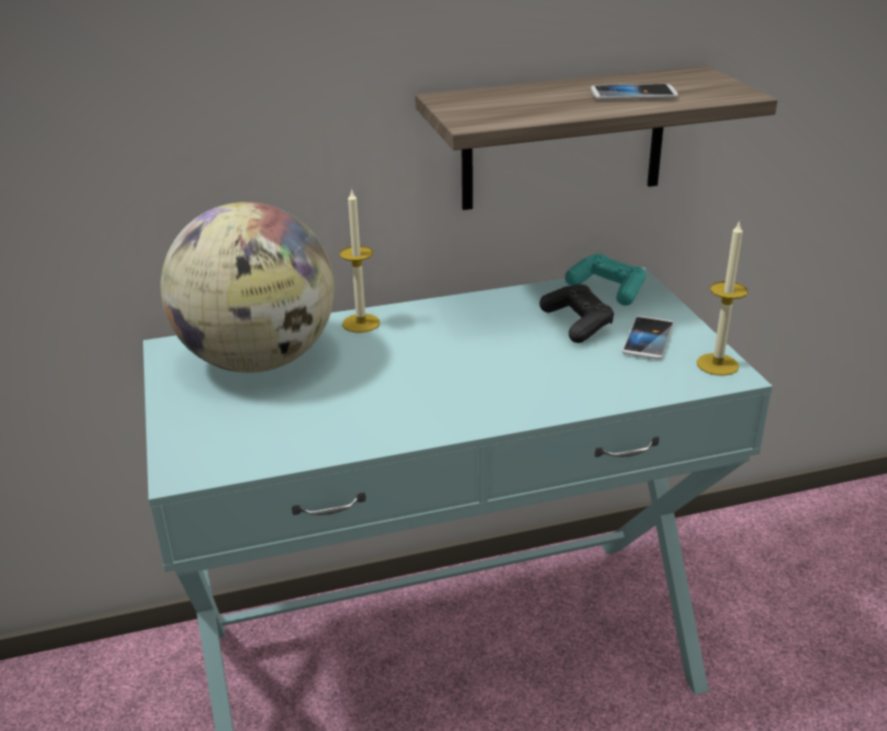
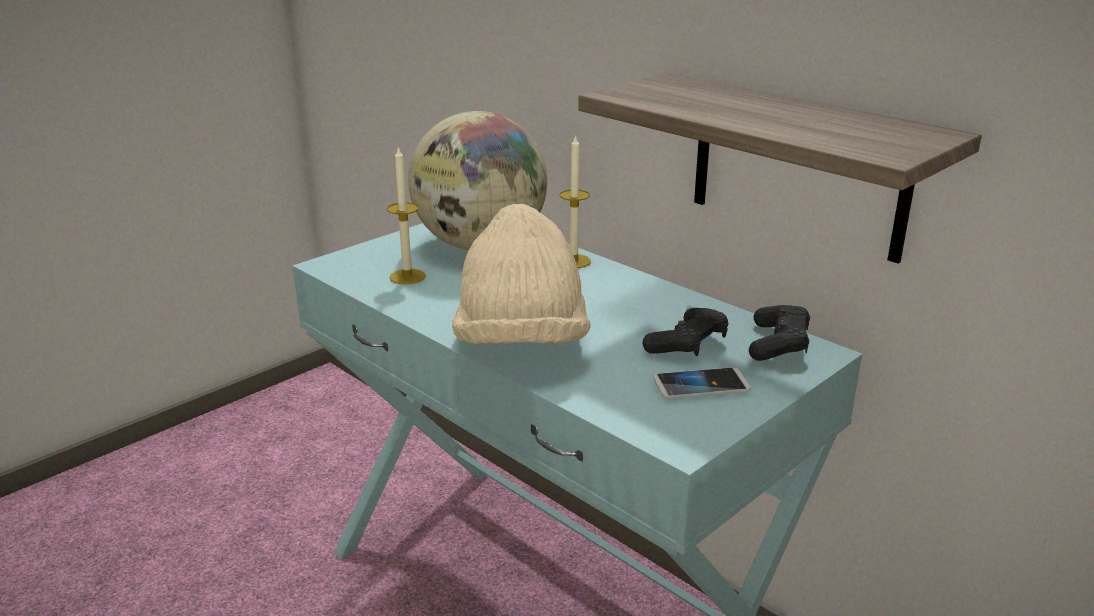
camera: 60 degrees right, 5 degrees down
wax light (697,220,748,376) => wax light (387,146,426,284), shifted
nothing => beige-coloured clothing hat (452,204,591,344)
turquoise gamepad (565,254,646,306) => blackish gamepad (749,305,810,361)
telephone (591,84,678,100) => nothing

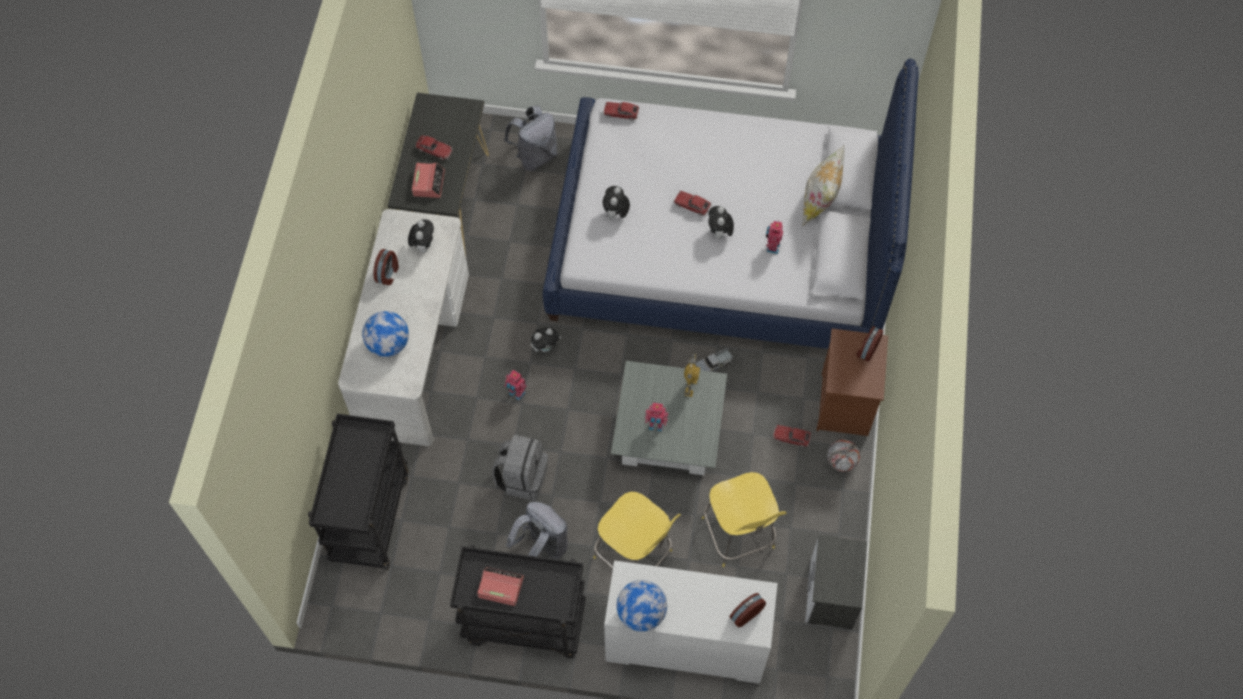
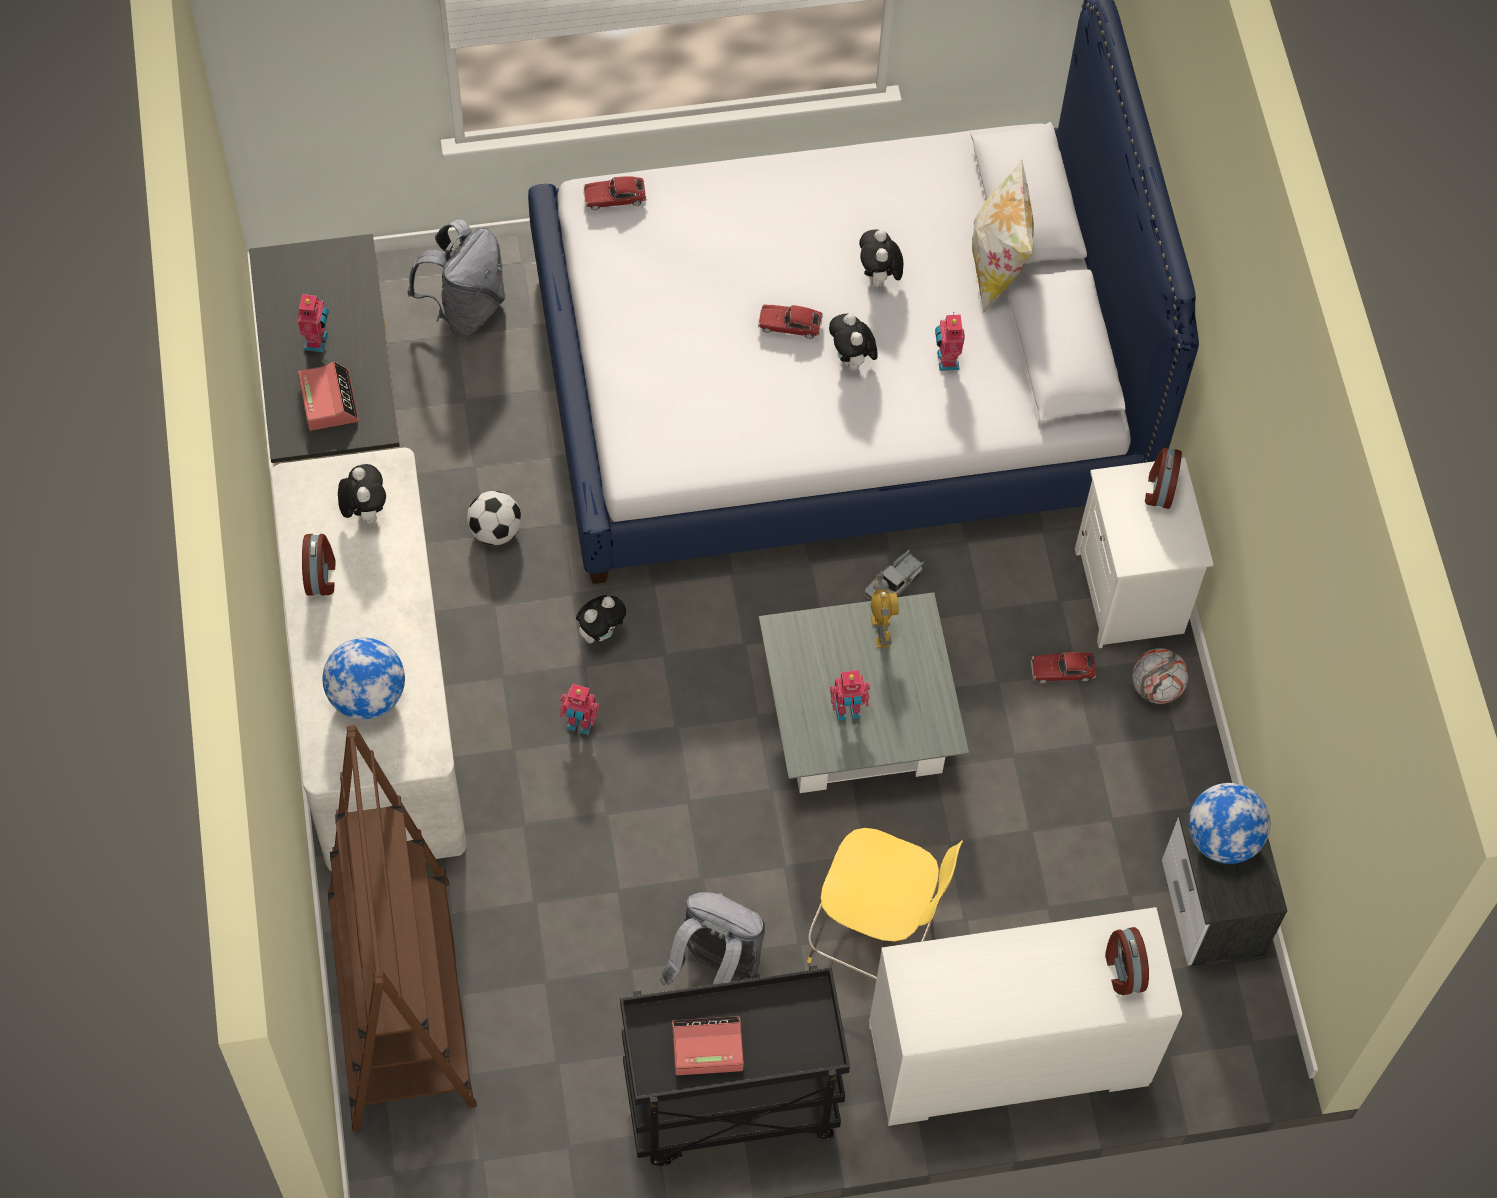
camera: 20 degrees left, 0 degrees up
model car (415,135,453,160) => robot figure (298,292,329,352)
blackish cart (308,414,409,570) => brownish bookshelf (328,725,477,1131)
nothing => ball for football (467,491,521,545)
cuddly toy (603,186,630,220) => cuddly toy (859,229,904,290), shifted
brownish bedside table (817,328,888,436) => white-coloured bedside table (1075,457,1214,648)
alarm clock (729,593,766,627) => alarm clock (1105,927,1149,995), 45 degrees counterclockwise
world globe (617,580,667,631) => world globe (1189,783,1270,864), shifted
gray backpack (492,434,548,501) => nothing
yellowish sitting stool (702,472,787,567) => nothing

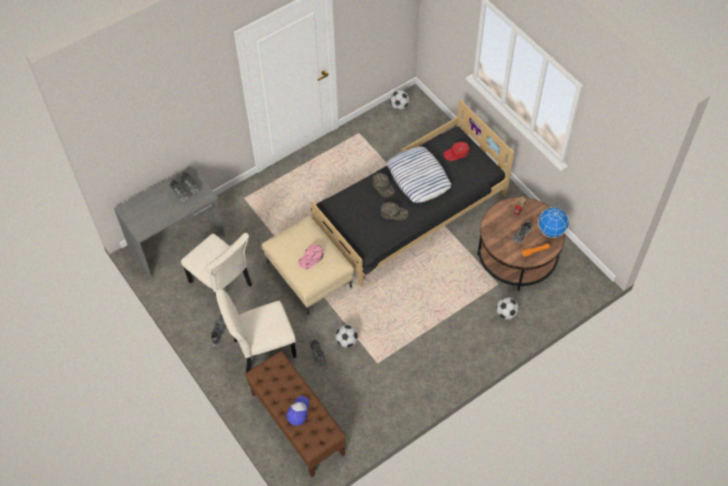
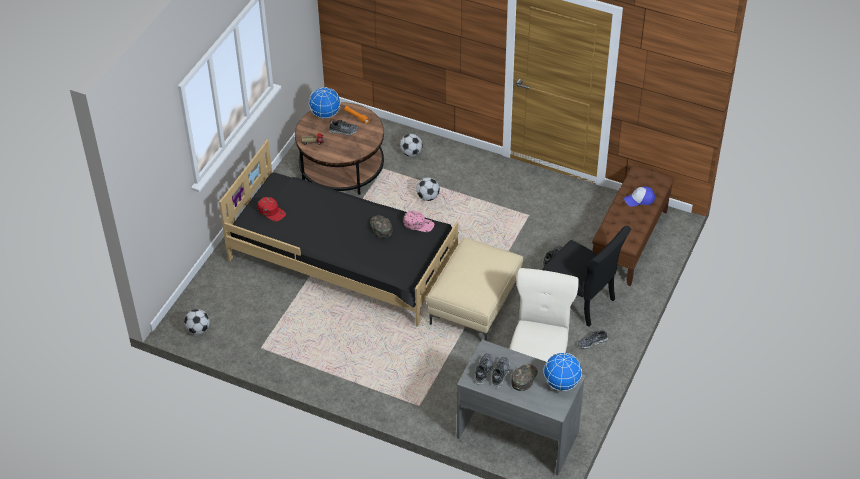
camera: 120 degrees left, 10 degrees down
pinkish peaked cap (298,244,324,269) => pinkish peaked cap (403,211,434,232), shifted
ball for football (336,325,358,348) => ball for football (416,177,440,201), shifted
green peaked cap (372,173,395,197) => green peaked cap (511,364,538,391), shifted
beige-coloured upright chair (216,289,296,373) => blackish upright chair (542,226,631,327)
nothing => world globe (543,352,582,391)
throw pillow (387,147,451,203) => nothing

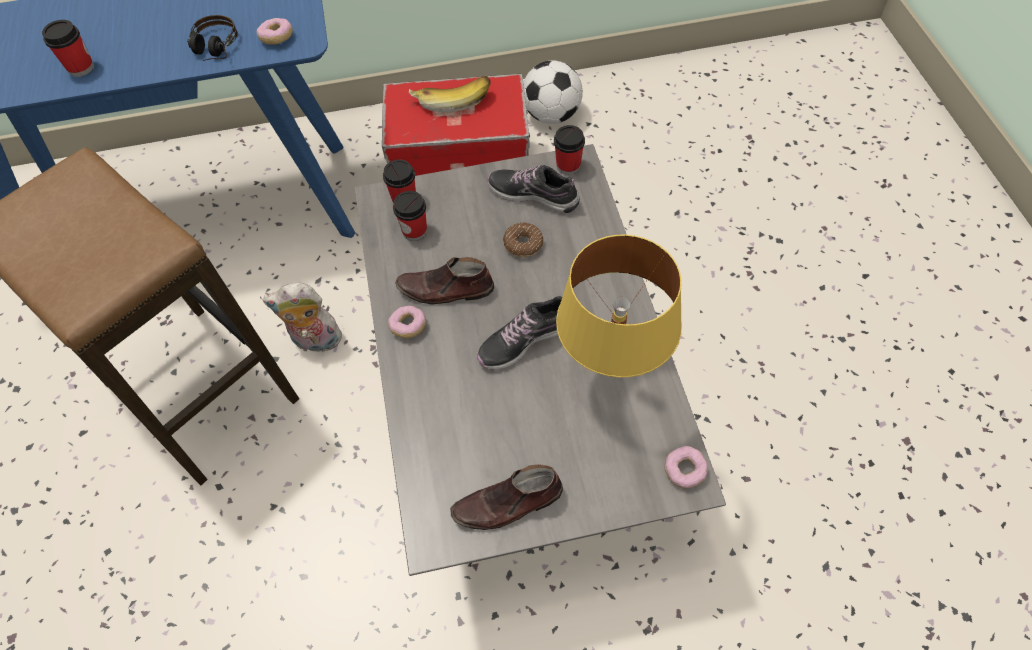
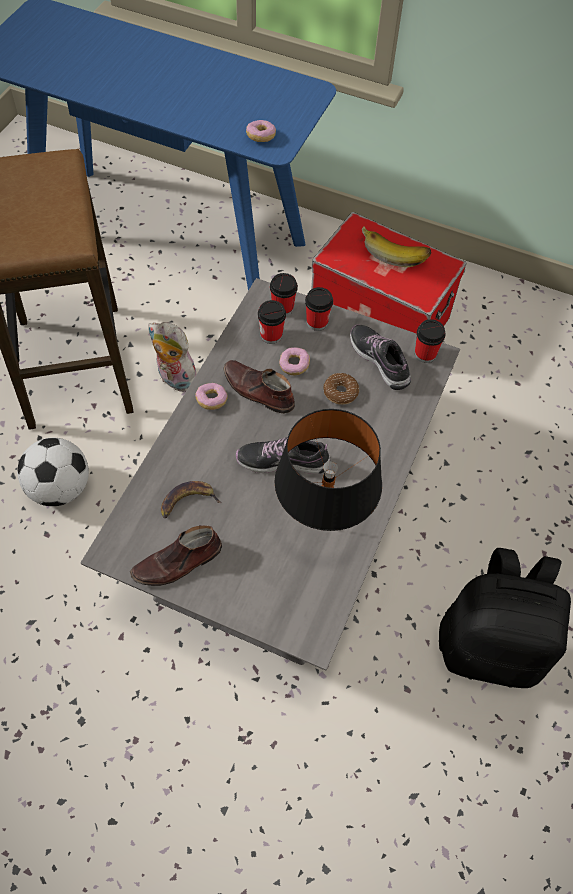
camera: 30 degrees right, 0 degrees up
ball for football (523,60,583,124) => ball for football (17,438,89,506), shifted
brownish low shoe (450,464,563,530) => brownish low shoe (130,525,222,586), 45 degrees counterclockwise
nothing => whole banana (161,481,221,518)
yellowish table lamp (556,234,682,377) => blackish table lamp (274,409,382,531)
donut (664,446,708,489) => donut (279,347,310,375), shifted
drinking cup (42,20,94,77) => drinking cup (305,287,333,331), shifted
nothing => blackish backpack (439,548,571,688)
headphones (187,15,238,61) => nothing

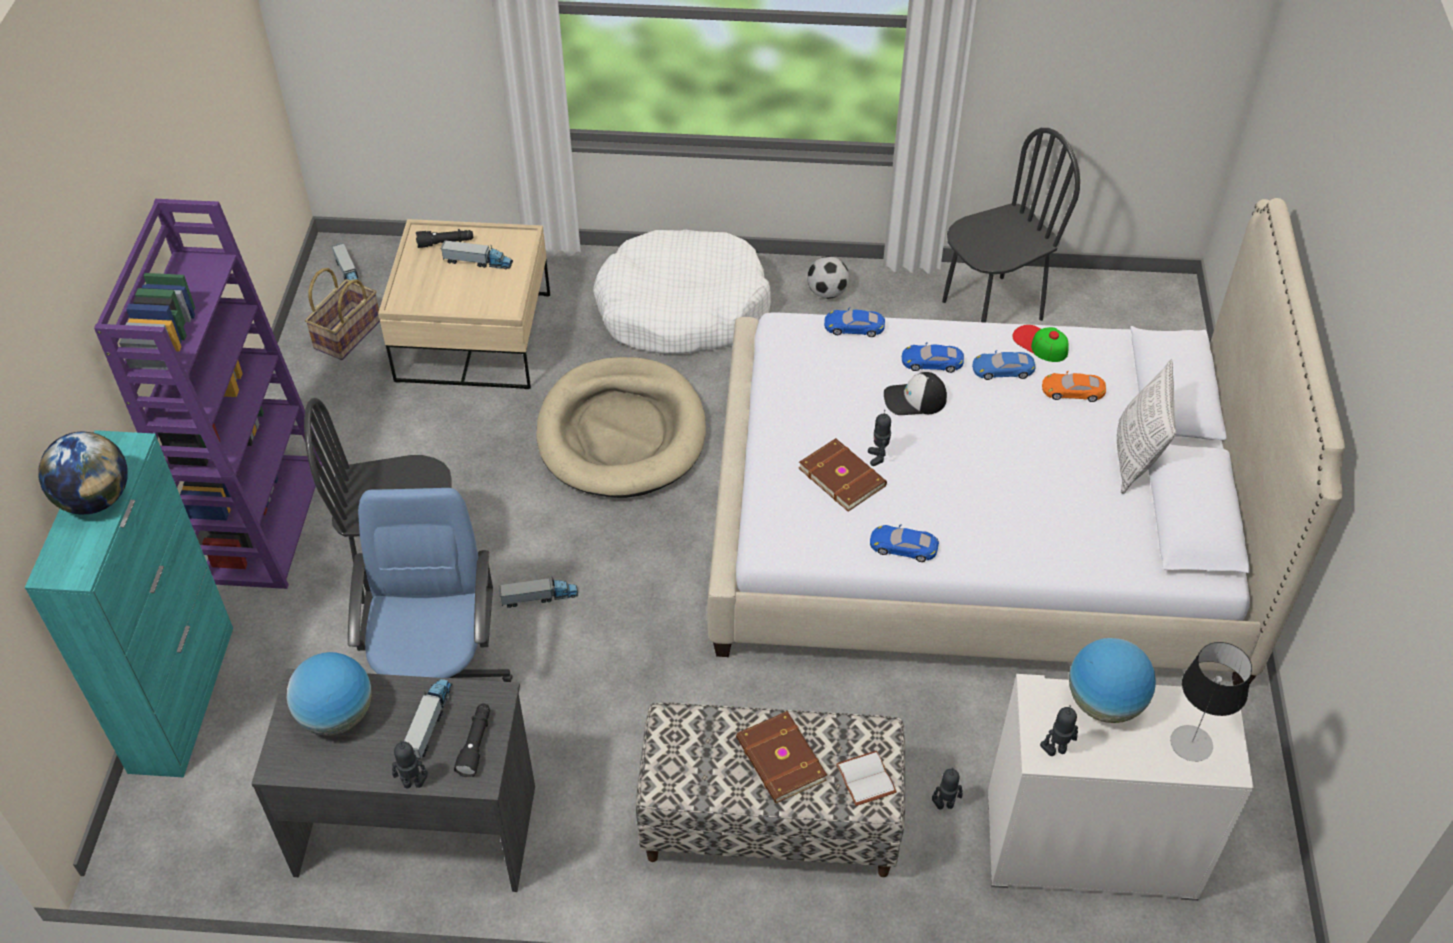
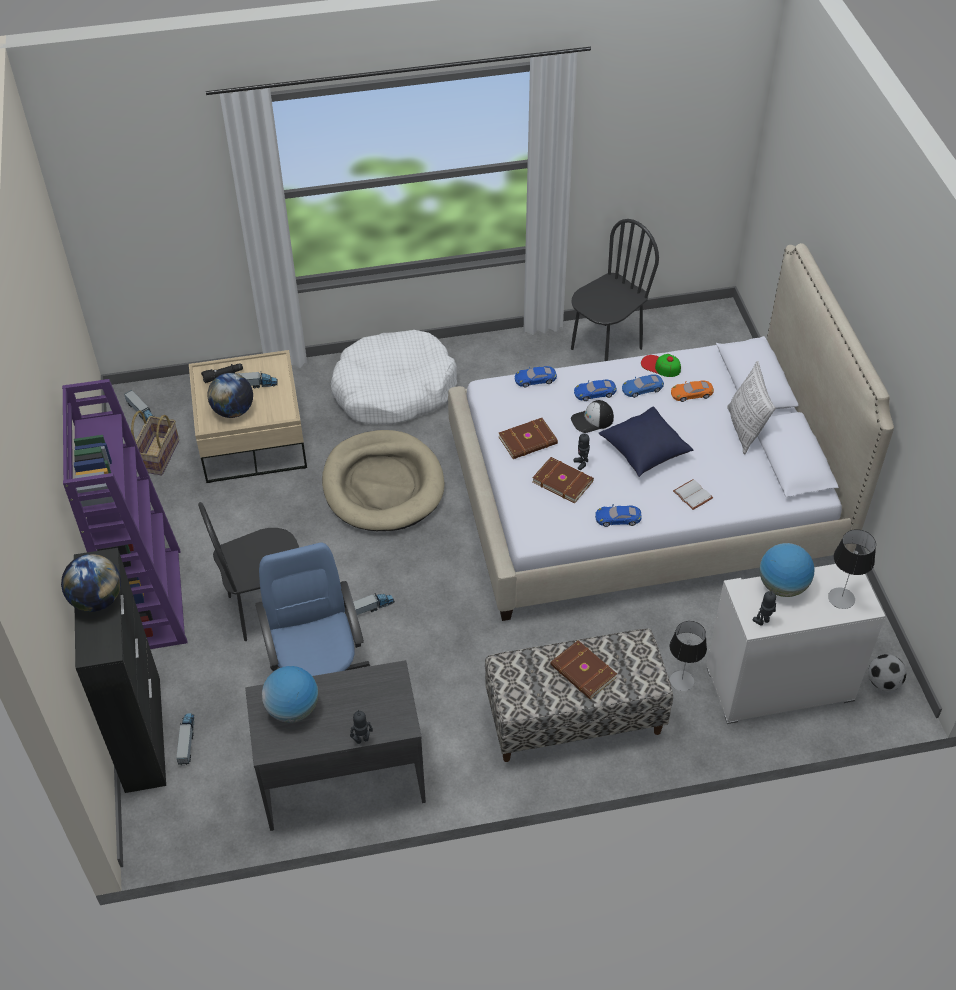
camera: 15 degrees left, 0 degrees up
turquoise cupboard (25,430,233,778) => blackish cupboard (74,548,166,793)
model truck (404,679,452,761) => model truck (176,713,195,765), shifted
nothing => world globe (207,373,253,418)
nothing => brownish bound book (499,418,558,459)
nothing => blue throw pillow (599,406,694,477)
robot figure (932,768,963,809) => table lamp (670,621,707,691)
white-coloured bound book (836,751,897,806) => white-coloured bound book (673,479,713,510), shifted
ball for football (807,256,849,299) => ball for football (868,654,906,691), shifted
blackish flashlight (454,703,490,777) => nothing

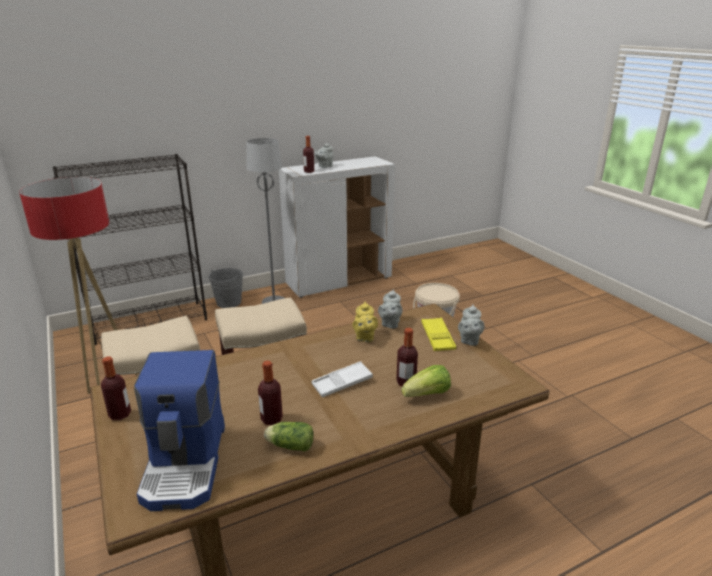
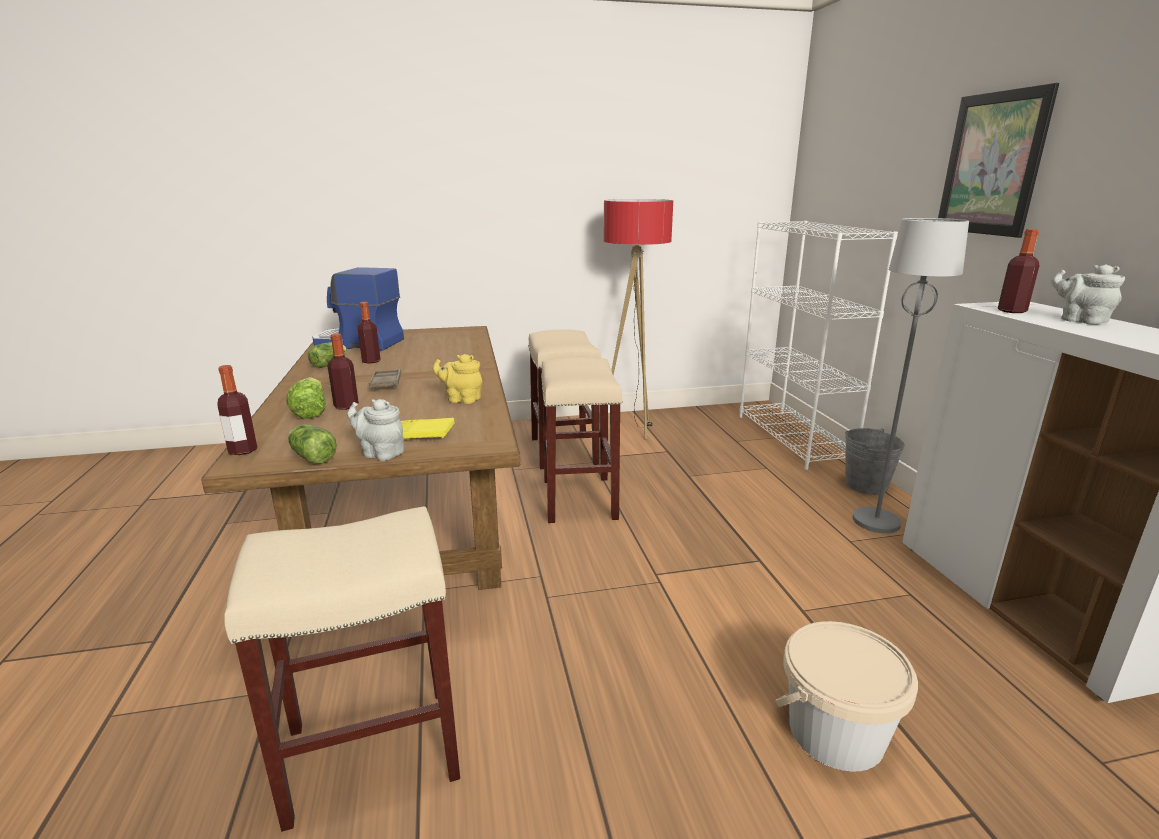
camera: 105 degrees right, 5 degrees down
drink bottle (101,357,131,420) => drink bottle (217,365,258,455), shifted
nothing => beige-coloured sitting stool (224,506,460,832)
nothing => head of lettuce (288,424,337,464)
white-coloured tray (311,361,373,397) => brownish tray (369,369,401,390)
blackish bookshelf (53,154,207,345) => white-coloured bookshelf (739,221,898,470)
nothing => wall picture (938,83,1059,238)
gray tea pot (378,289,403,329) => nothing

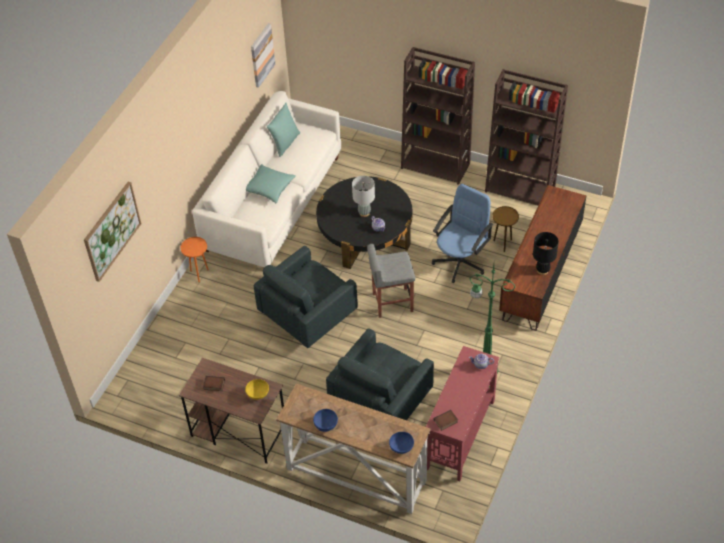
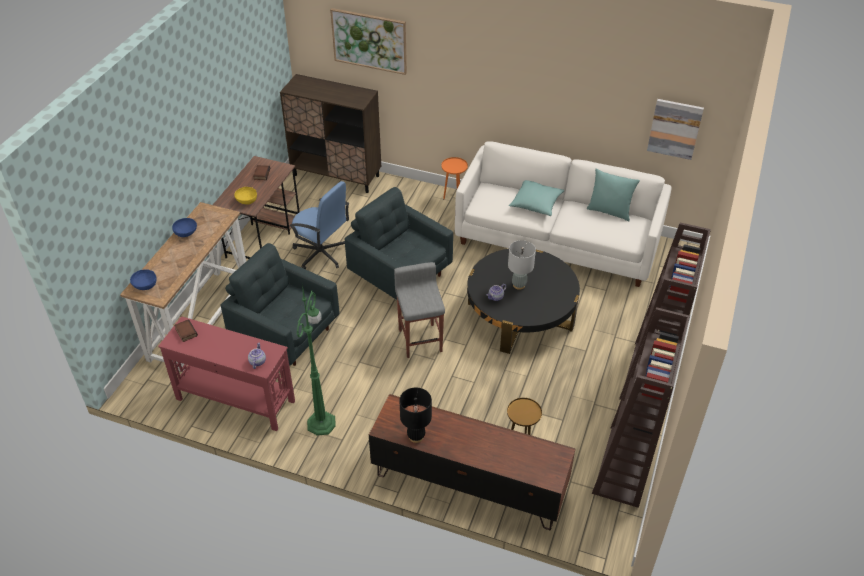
camera: 85 degrees right, 5 degrees down
nothing => brownish cupboard (280,74,381,193)
blue office chair (432,184,493,283) => blue office chair (289,181,349,269), shifted

